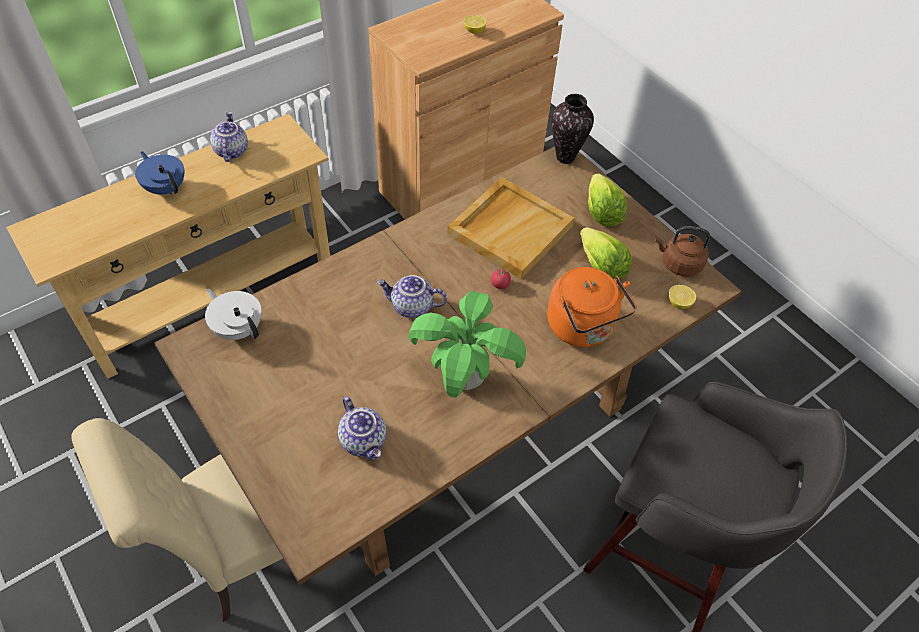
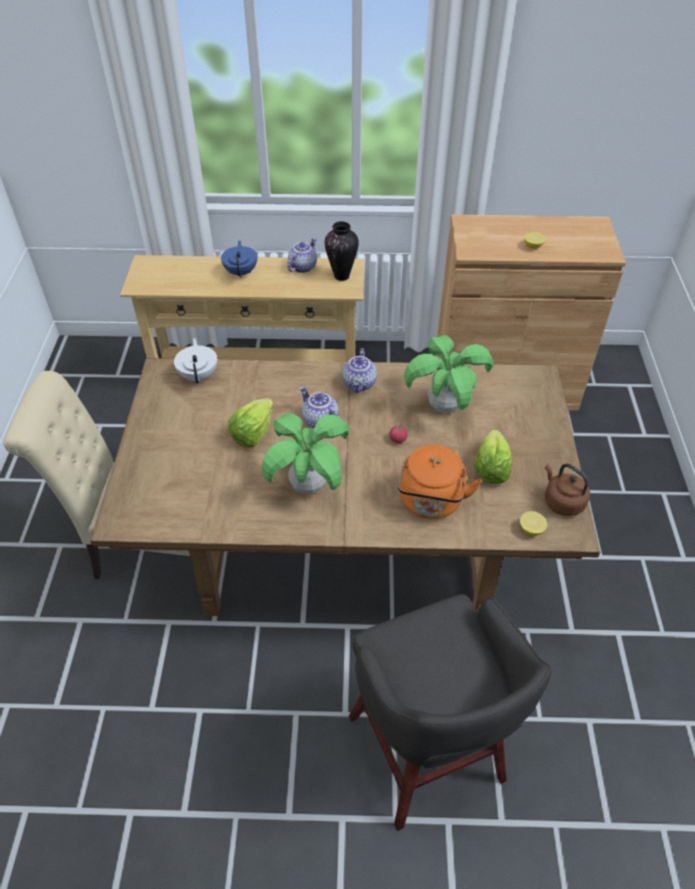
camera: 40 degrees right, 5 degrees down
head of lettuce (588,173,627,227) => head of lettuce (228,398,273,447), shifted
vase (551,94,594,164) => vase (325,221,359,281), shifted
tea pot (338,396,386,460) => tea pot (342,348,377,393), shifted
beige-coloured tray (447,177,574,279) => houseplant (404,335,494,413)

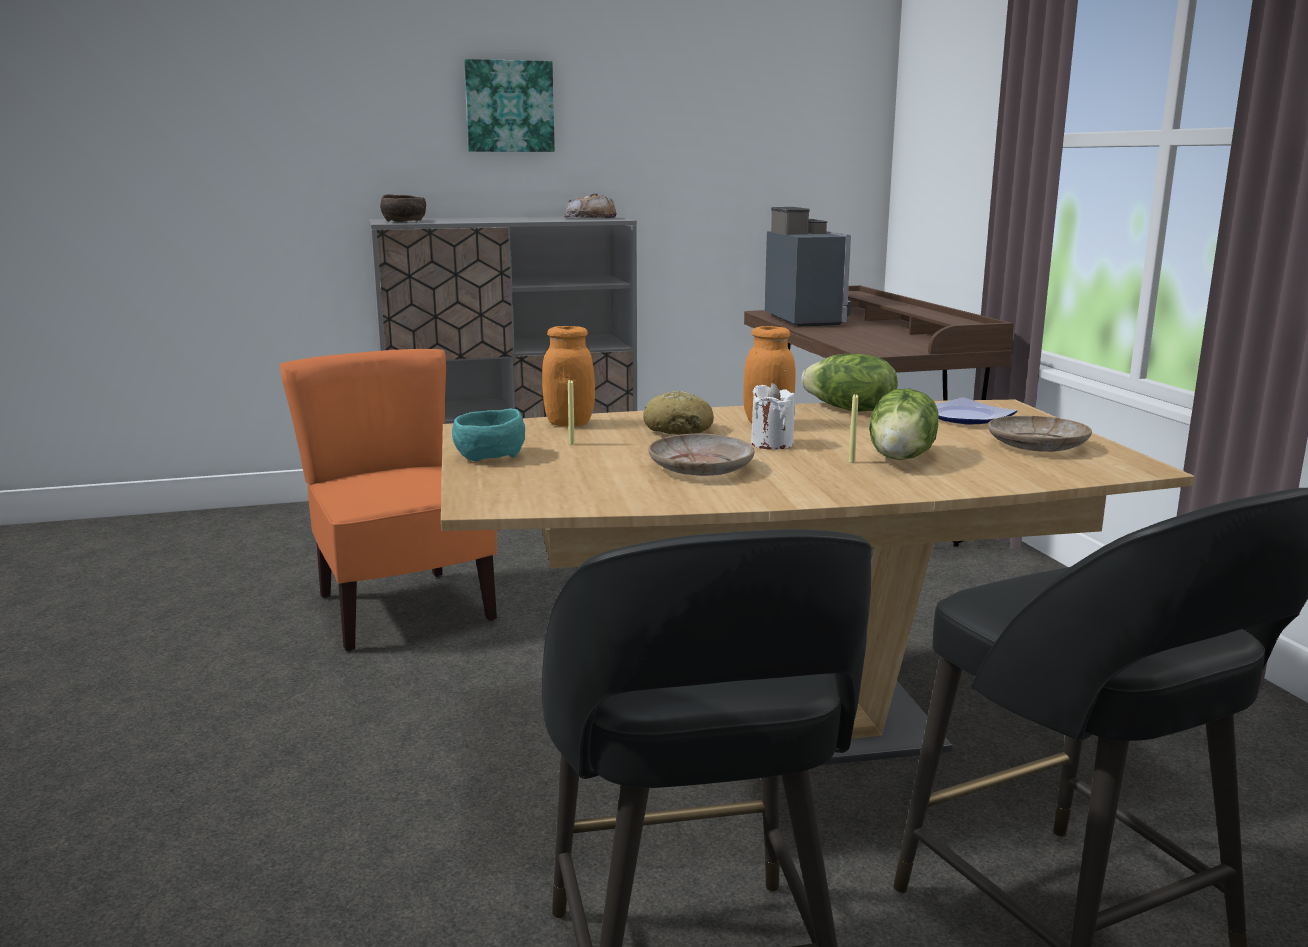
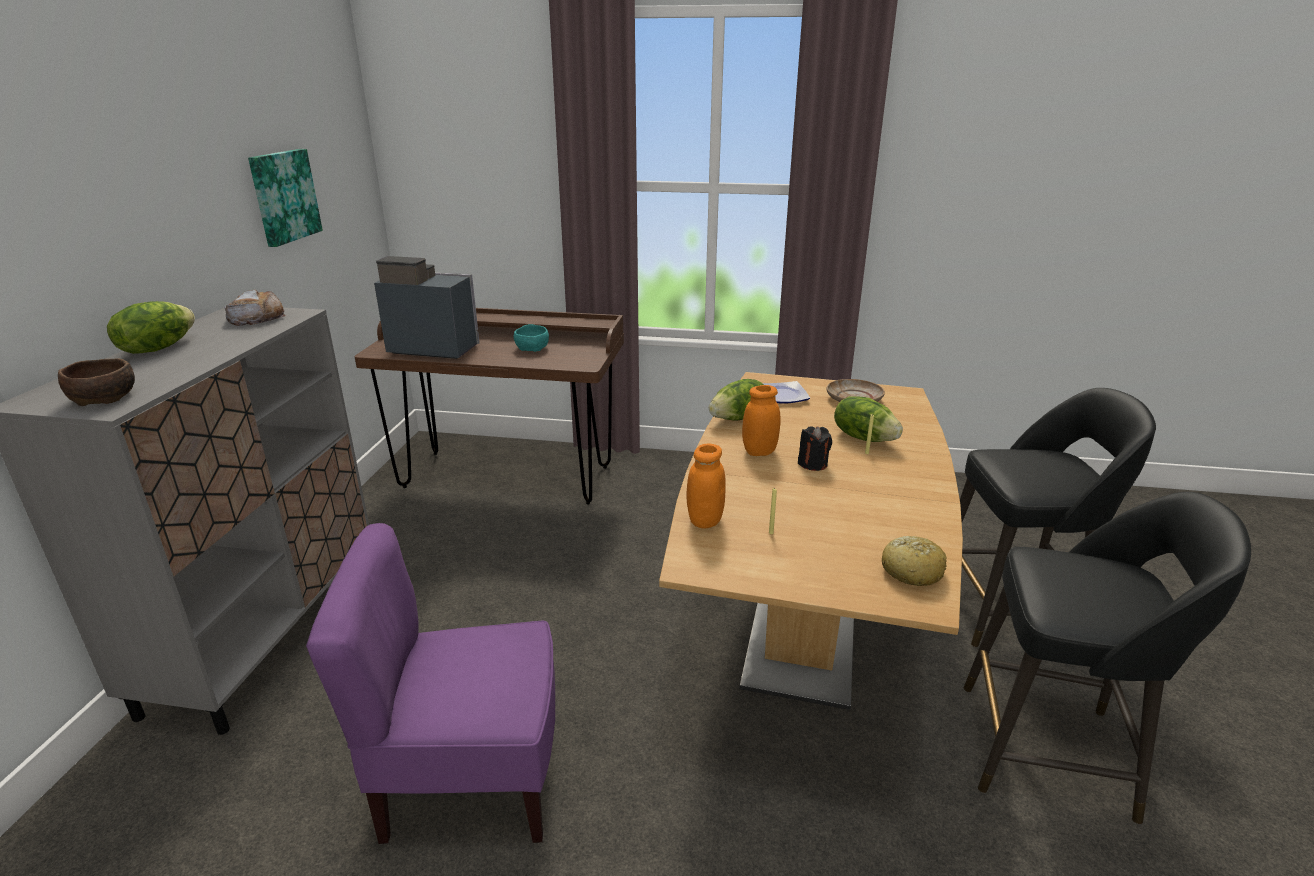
camera: 65 degrees left, 10 degrees up
nothing => head of lettuce (107,301,195,354)
wall picture (464,59,555,152) => wall picture (248,149,323,247), shifted
orange-coloured upright chair (280,349,497,651) => purplish upright chair (306,523,555,844)
turquoise serving bowl (452,408,525,461) => turquoise serving bowl (513,324,549,352), shifted
white-coloured wax light (751,383,795,450) => blackish wax light (798,426,832,471)
baked bread (643,390,714,434) => baked bread (882,536,947,586), shifted
beige-coloured dinner plate (648,434,755,476) => nothing

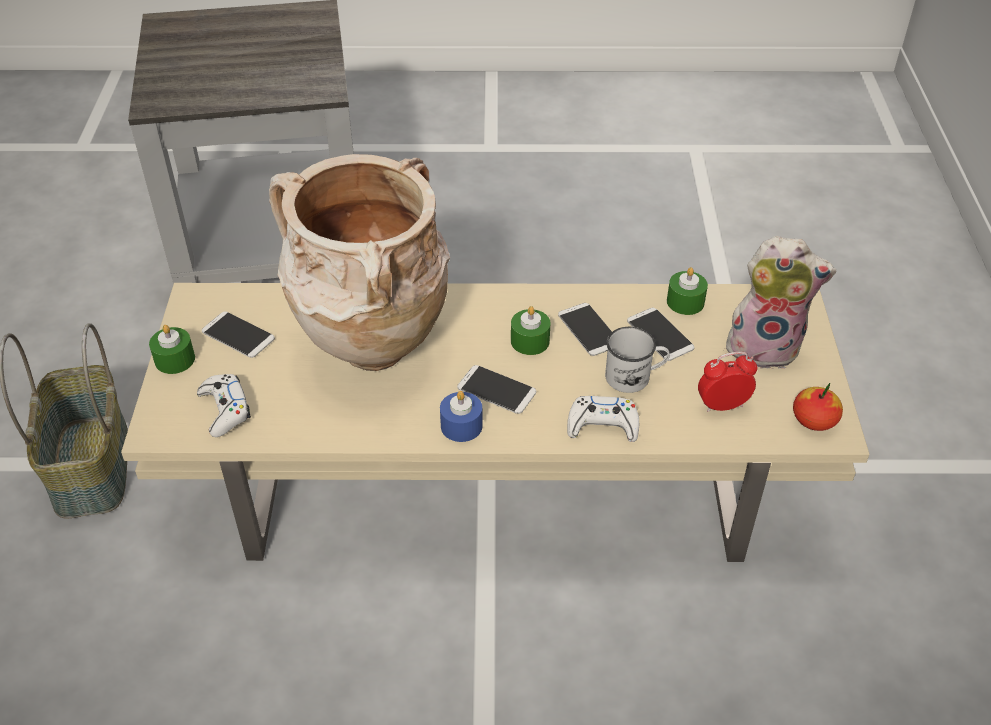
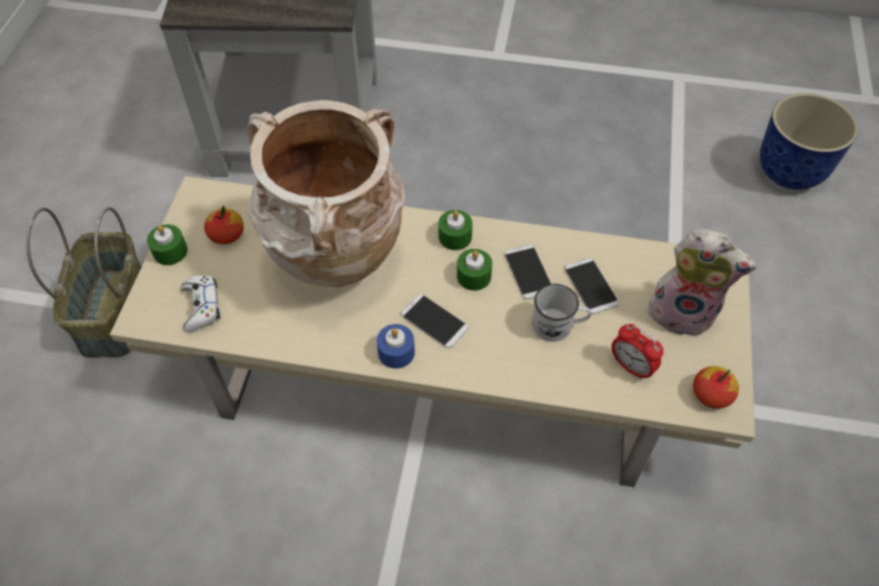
camera: 10 degrees right, 10 degrees up
telephone (202,312,275,358) => apple fruit (204,206,244,244)
green wax light (667,267,708,315) => green wax light (439,210,472,250), shifted
alarm clock (698,352,758,412) => alarm clock (612,324,663,380), 135 degrees counterclockwise
nothing => planter (760,93,858,190)
white-coloured gamepad (567,396,639,442) => nothing

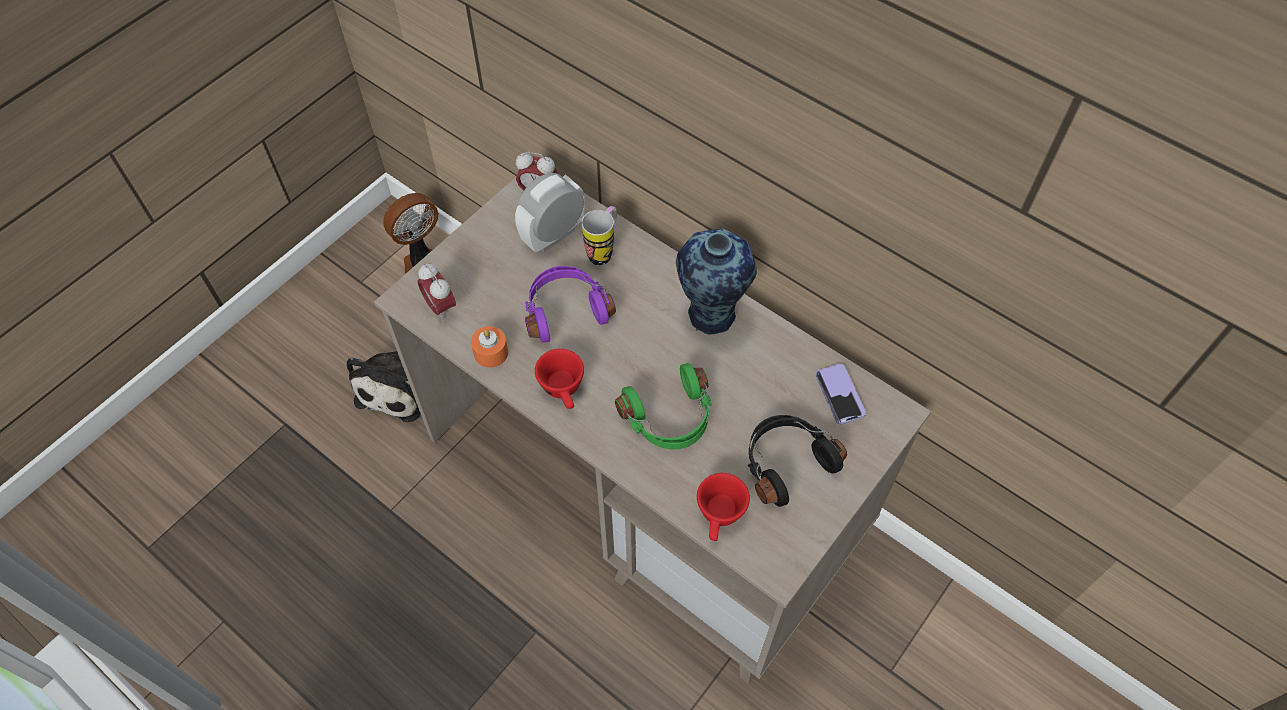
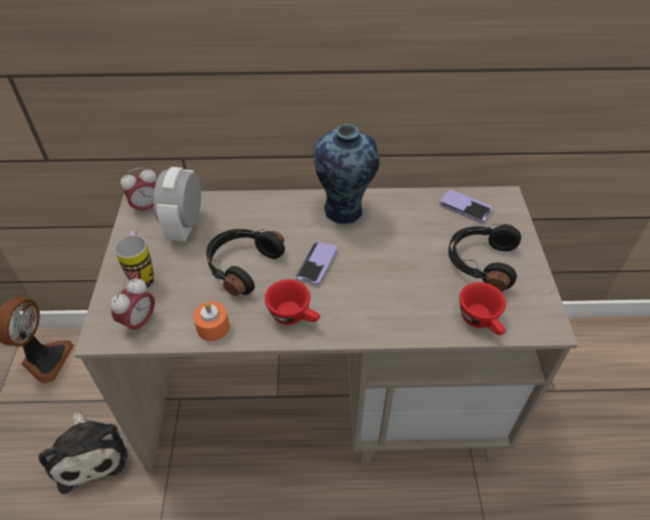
camera: 40 degrees left, 10 degrees down
alarm clock (418,263,456,321) => alarm clock (110,277,155,336), 75 degrees counterclockwise
coffee mug (582,206,617,266) => coffee mug (114,230,154,288), shifted
purplish headphones (525,266,616,343) => blackish headphones (206,229,285,296)
nothing => telephone (295,242,337,285)
green headphones (615,363,712,450) => nothing

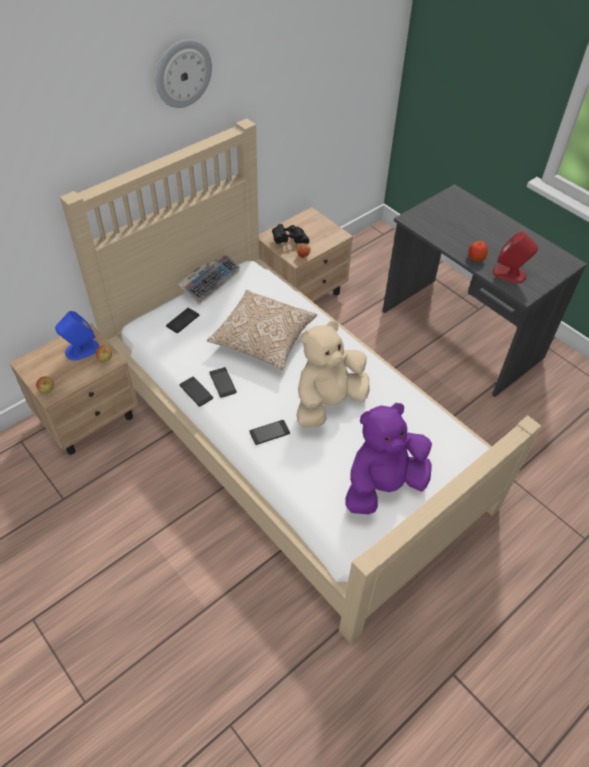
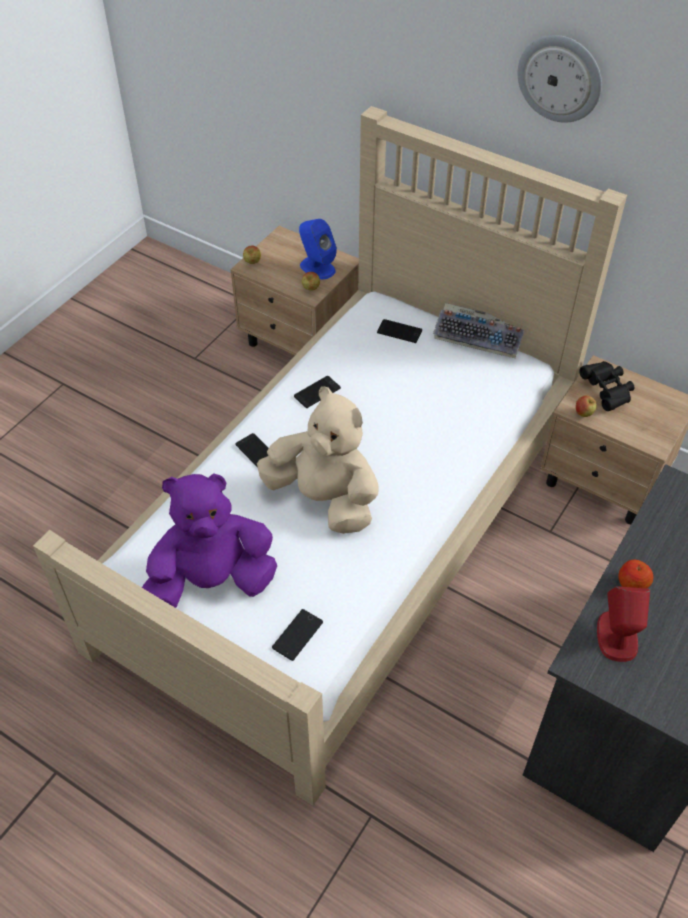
camera: 75 degrees right, 0 degrees up
purplish cuddly toy (345,403,432,514) => purplish cuddly toy (142,473,277,608), 60 degrees counterclockwise
telephone (179,376,213,407) => telephone (272,609,323,661), shifted
throw pillow (207,290,317,370) => nothing

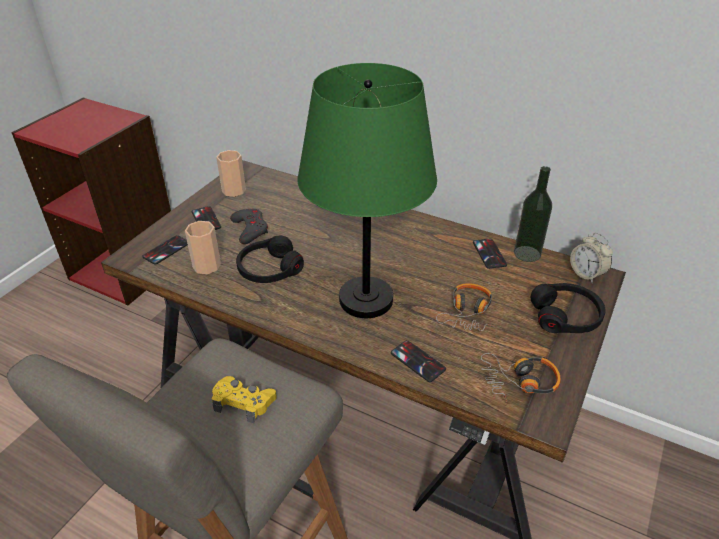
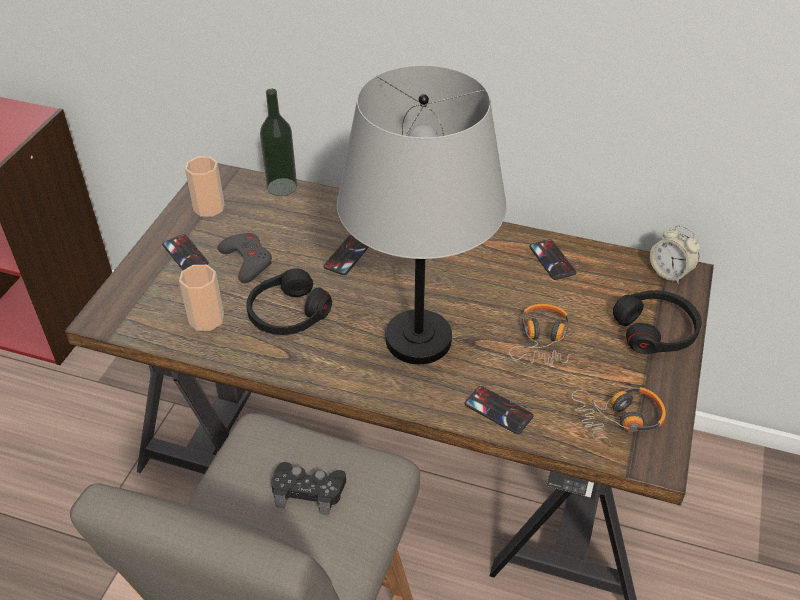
camera: 10 degrees left, 5 degrees up
drink bottle (514,166,552,262) => drink bottle (260,89,297,196), shifted
yellowish gamepad (211,376,277,423) => blackish gamepad (271,462,346,515)
telephone (142,235,188,265) => telephone (323,235,369,275), shifted
green table lamp (297,63,437,318) => gray table lamp (337,65,507,364)

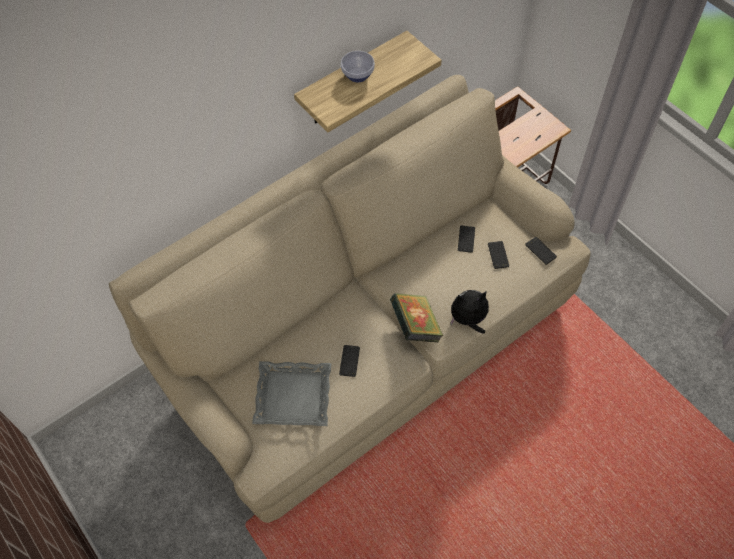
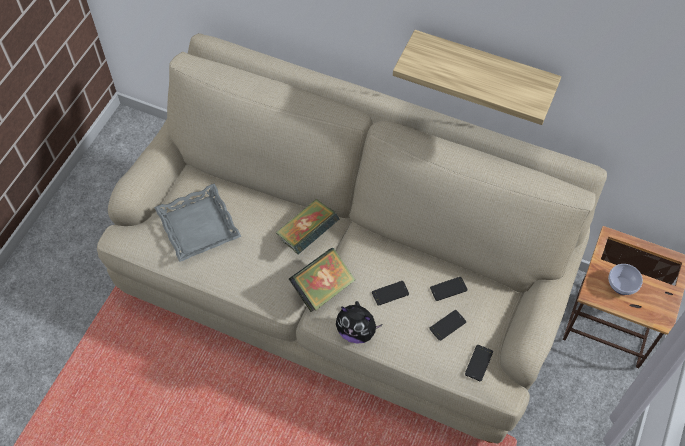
camera: 60 degrees right, 0 degrees up
nothing => bound book (276,199,340,254)
cuddly toy (450,290,489,334) => cuddly toy (336,301,382,344), 150 degrees clockwise
telephone (339,345,360,377) => telephone (372,281,409,306), shifted
serving bowl (341,51,375,82) => serving bowl (608,264,643,295), shifted

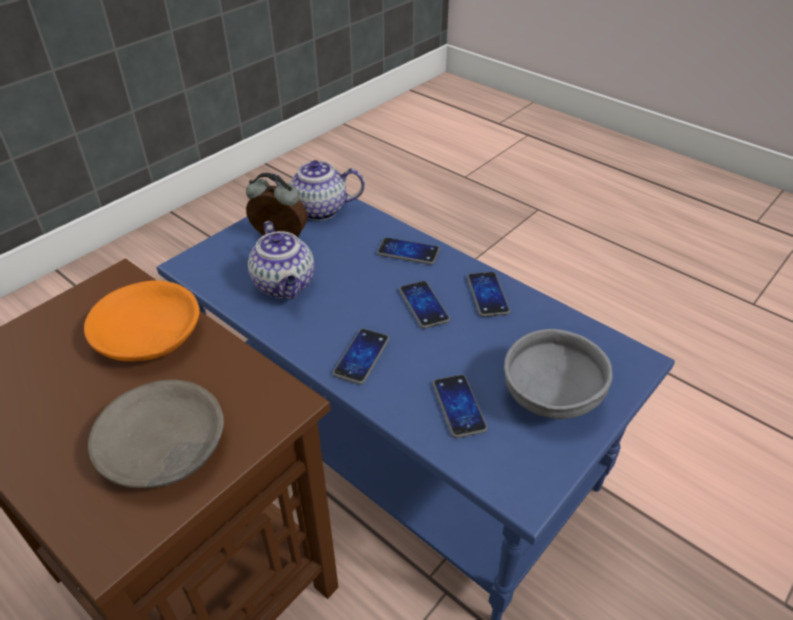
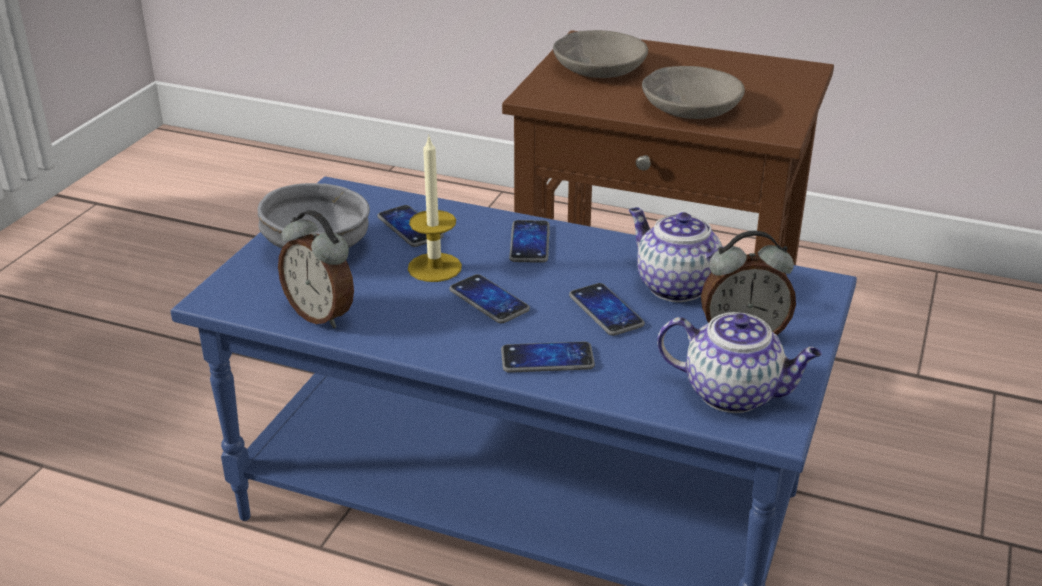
camera: 160 degrees right, 10 degrees down
nothing => alarm clock (278,210,354,328)
nothing => wax light (408,134,462,282)
telephone (467,272,510,317) => telephone (569,283,645,336), shifted
orange-coloured serving bowl (84,280,199,361) => gray serving bowl (642,66,745,119)
tea pot (268,160,365,220) => tea pot (657,312,822,413), 45 degrees clockwise

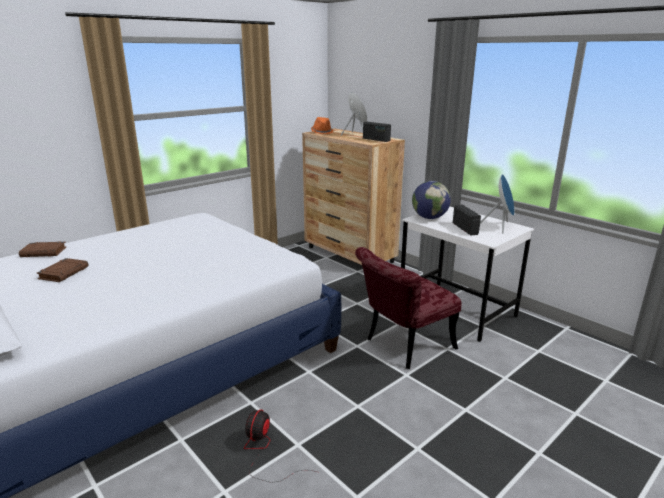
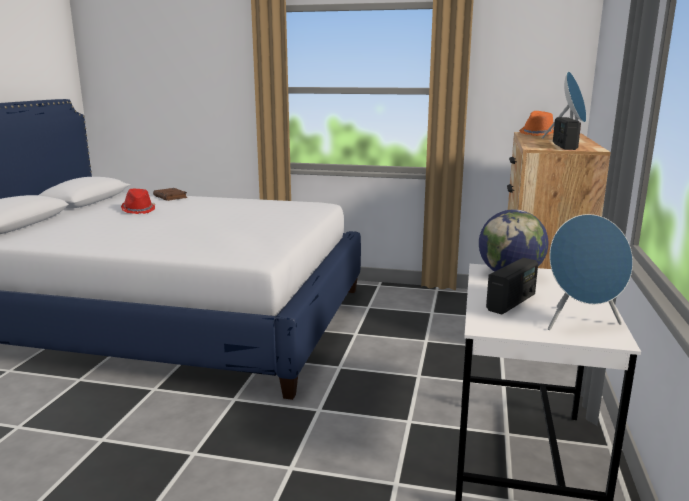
camera: 55 degrees right, 5 degrees down
brownish bound book (37,258,88,282) => reddish clothing hat (121,189,155,214)
electric fan (244,409,317,483) => nothing
reddish upright chair (355,247,461,369) => nothing

